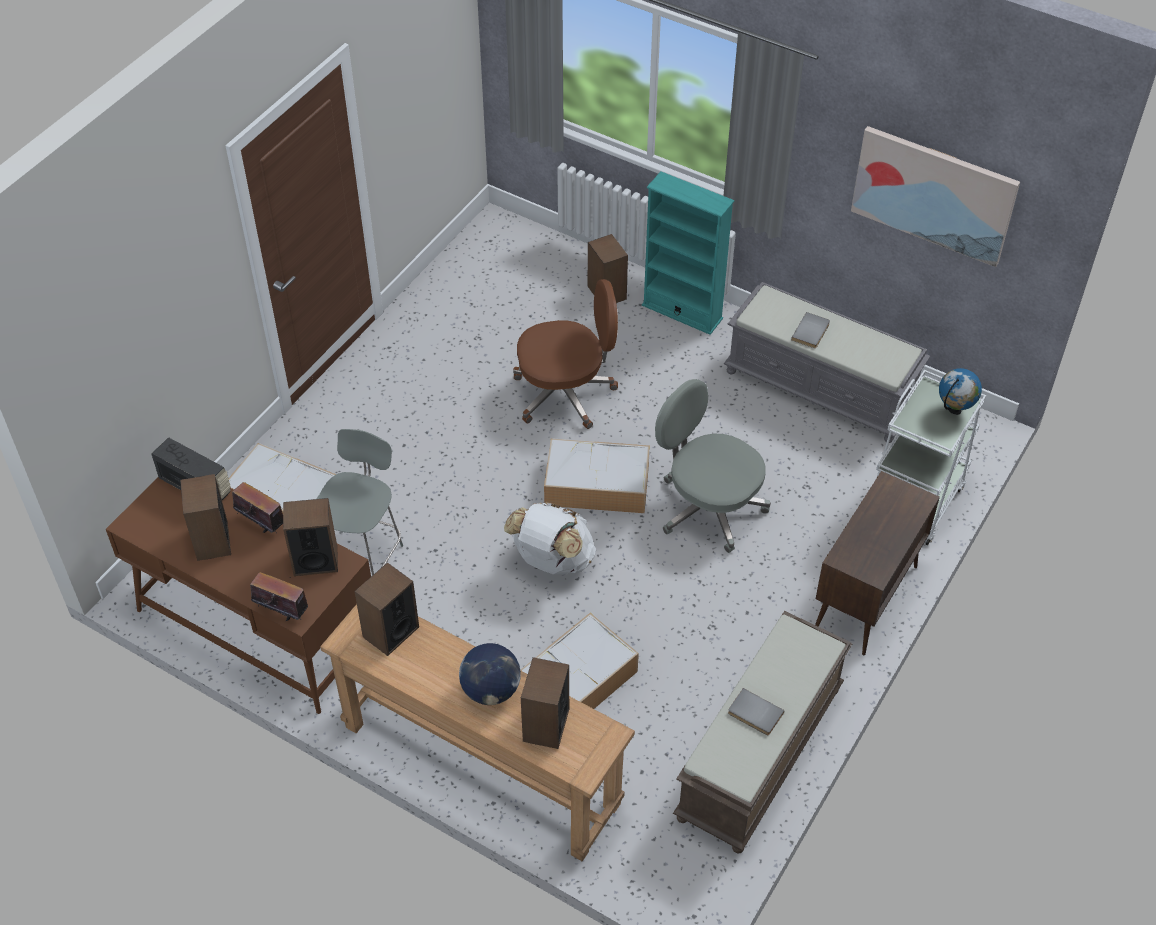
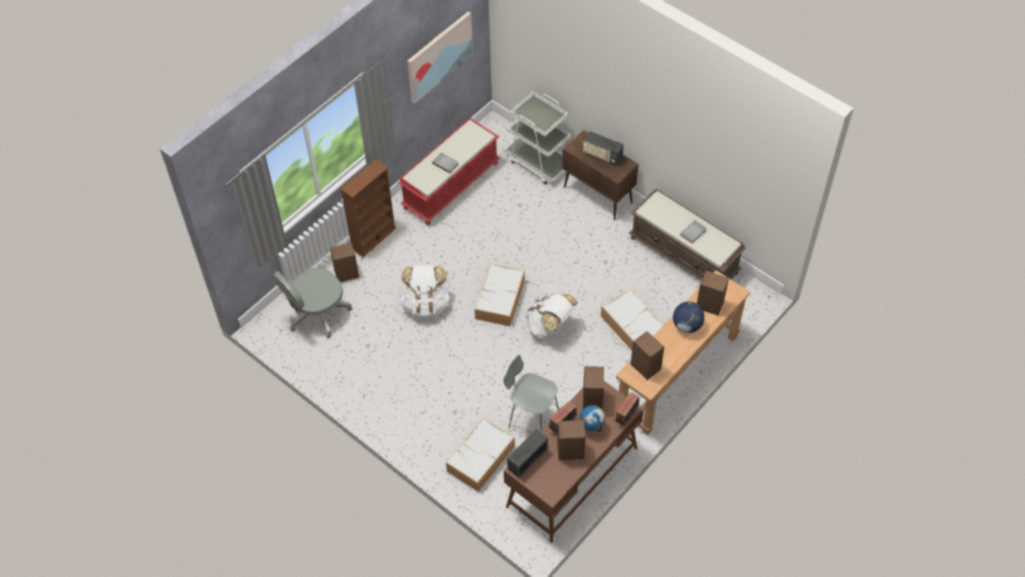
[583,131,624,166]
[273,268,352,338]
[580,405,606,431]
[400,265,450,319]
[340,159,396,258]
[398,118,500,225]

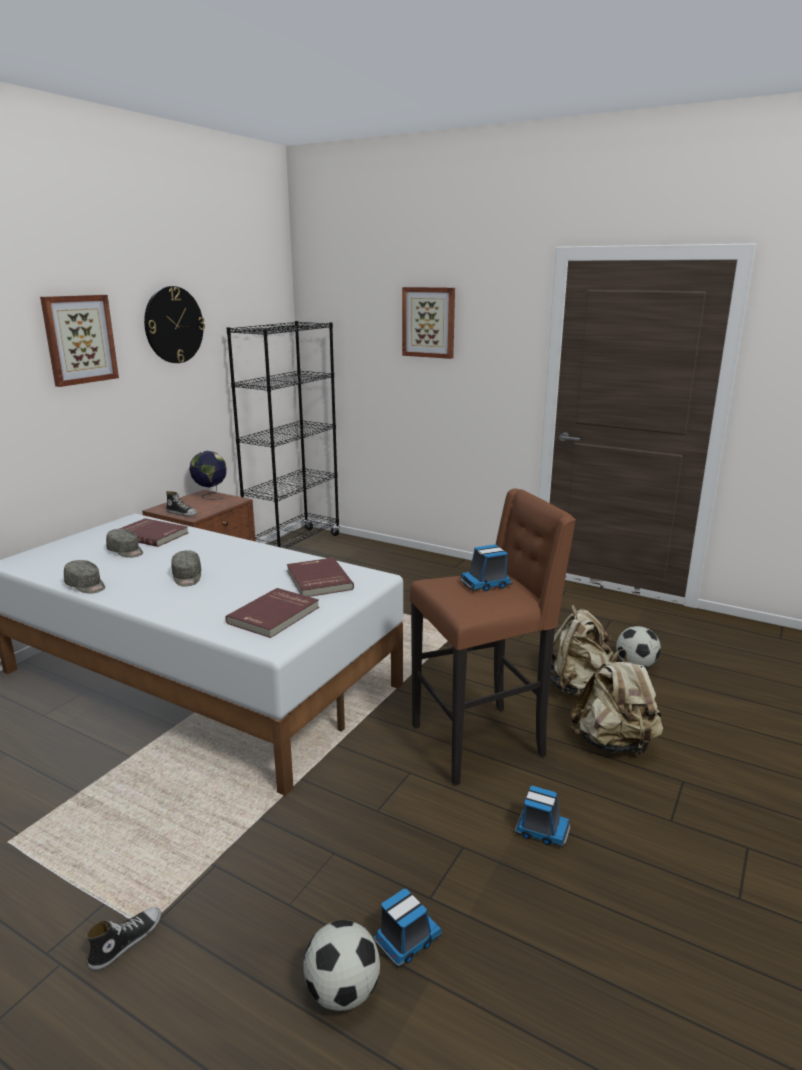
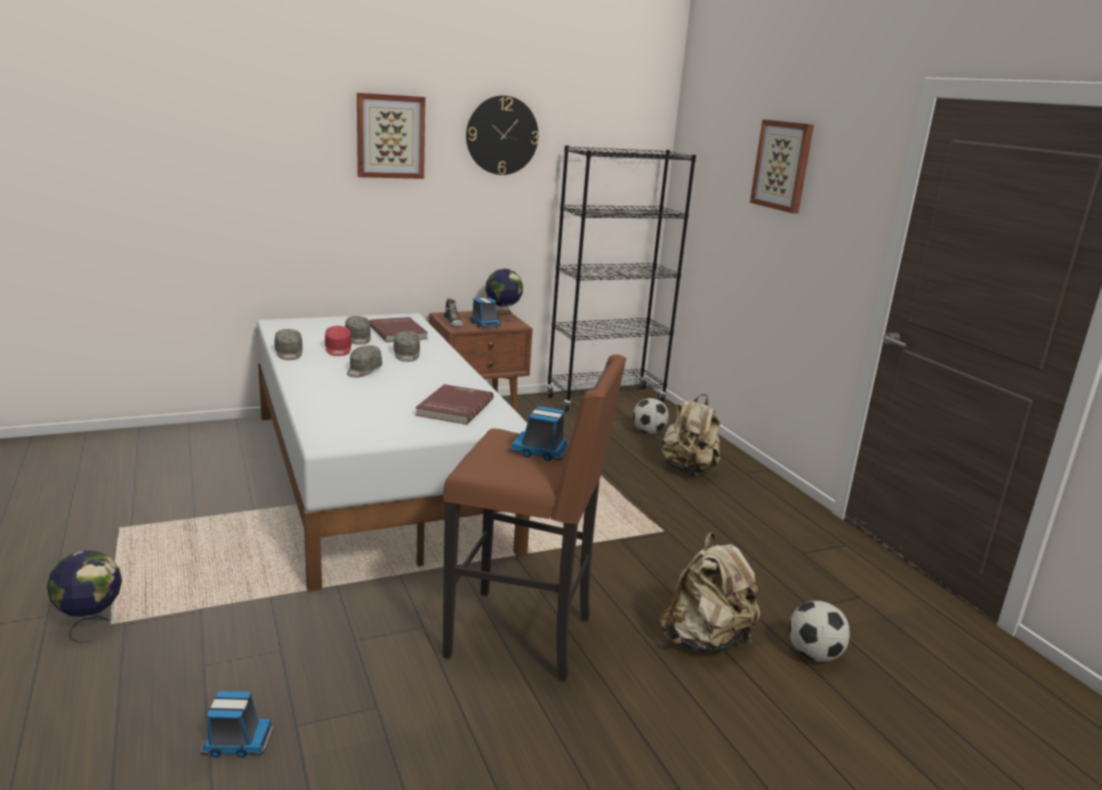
[225,588,319,638] (first image)
[325,326,352,356]
[394,331,420,362]
[633,398,669,434]
[469,297,501,328]
[661,394,721,476]
[47,550,122,643]

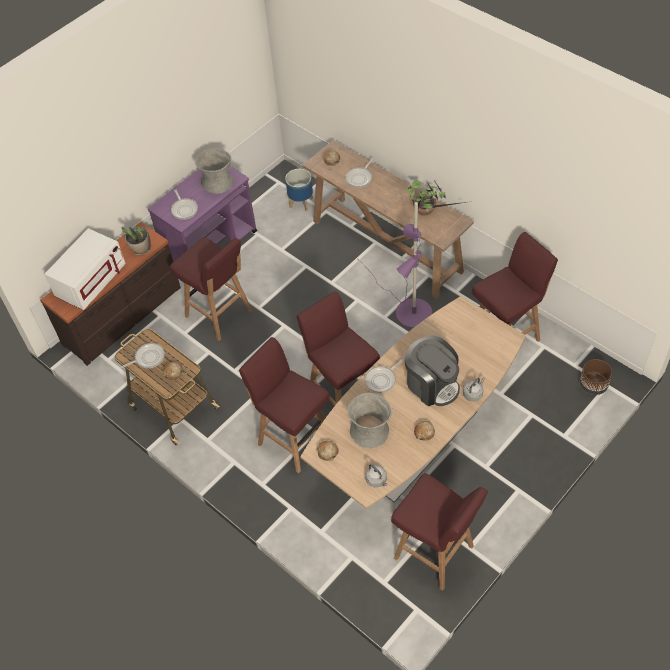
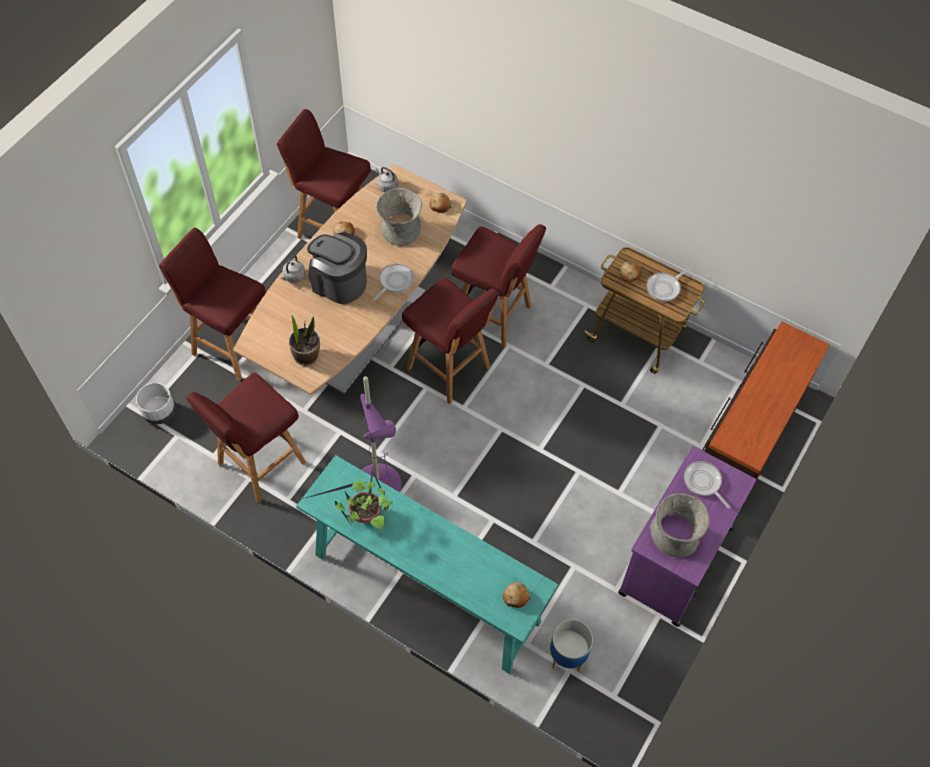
[45,228,126,310] (first image)
[345,159,373,188] (first image)
[289,315,320,365]
[159,227,266,381]
[296,455,558,674]
[136,383,175,424]

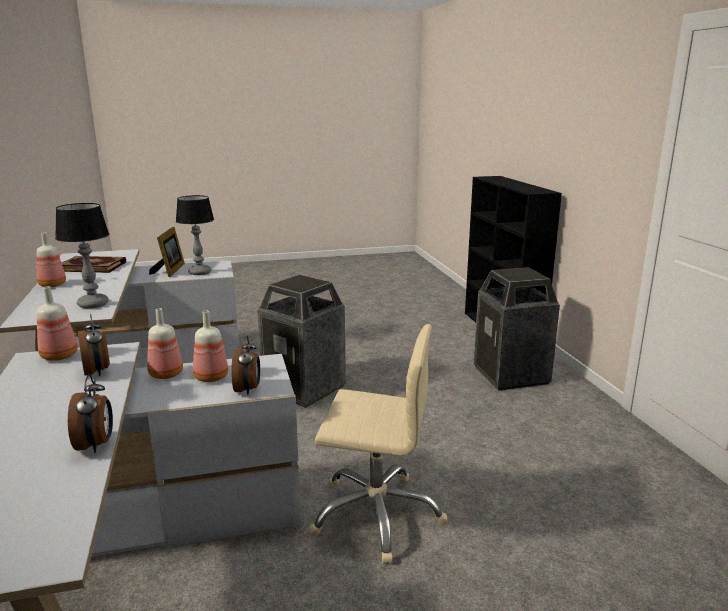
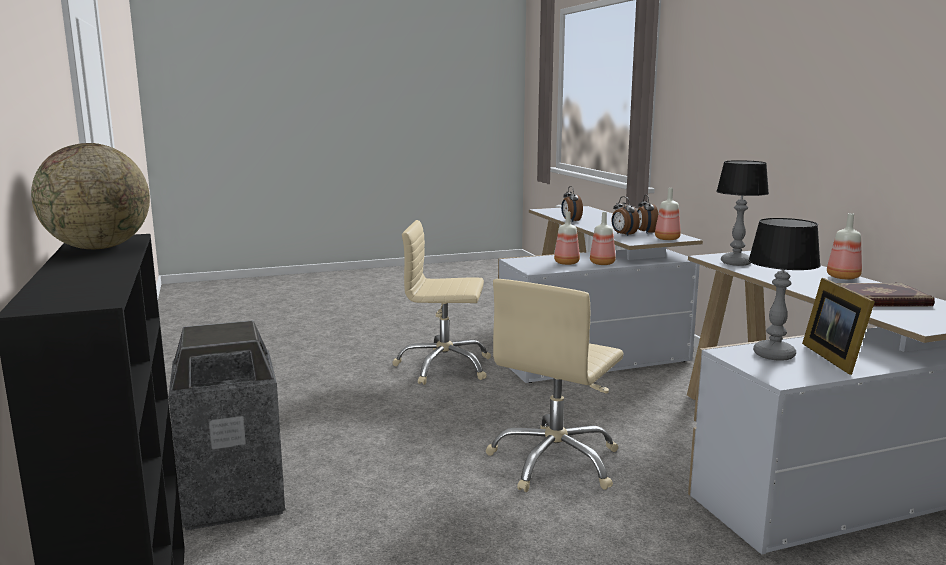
[31,143,150,249]
[637,195,658,234]
[486,279,624,492]

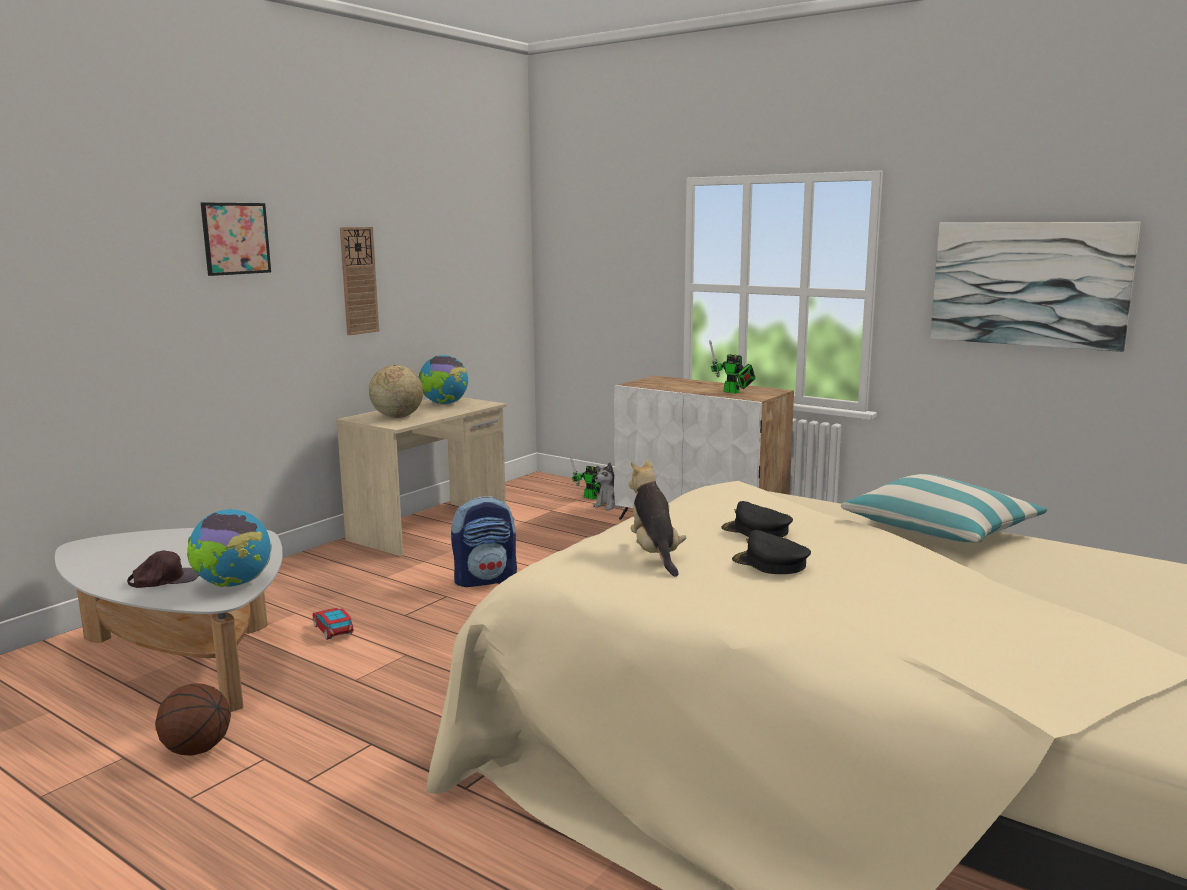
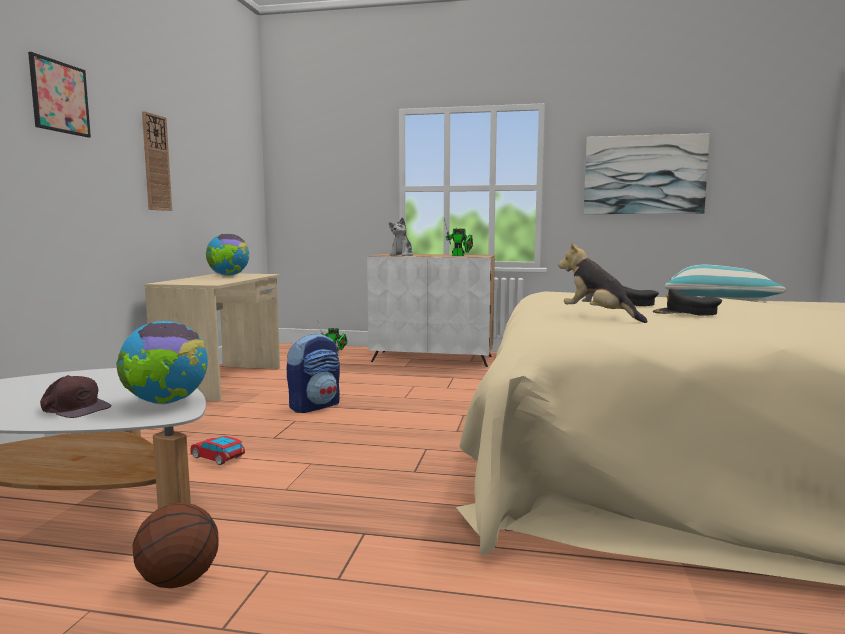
[369,365,423,418] (first image)
[389,217,414,256]
[40,375,112,418]

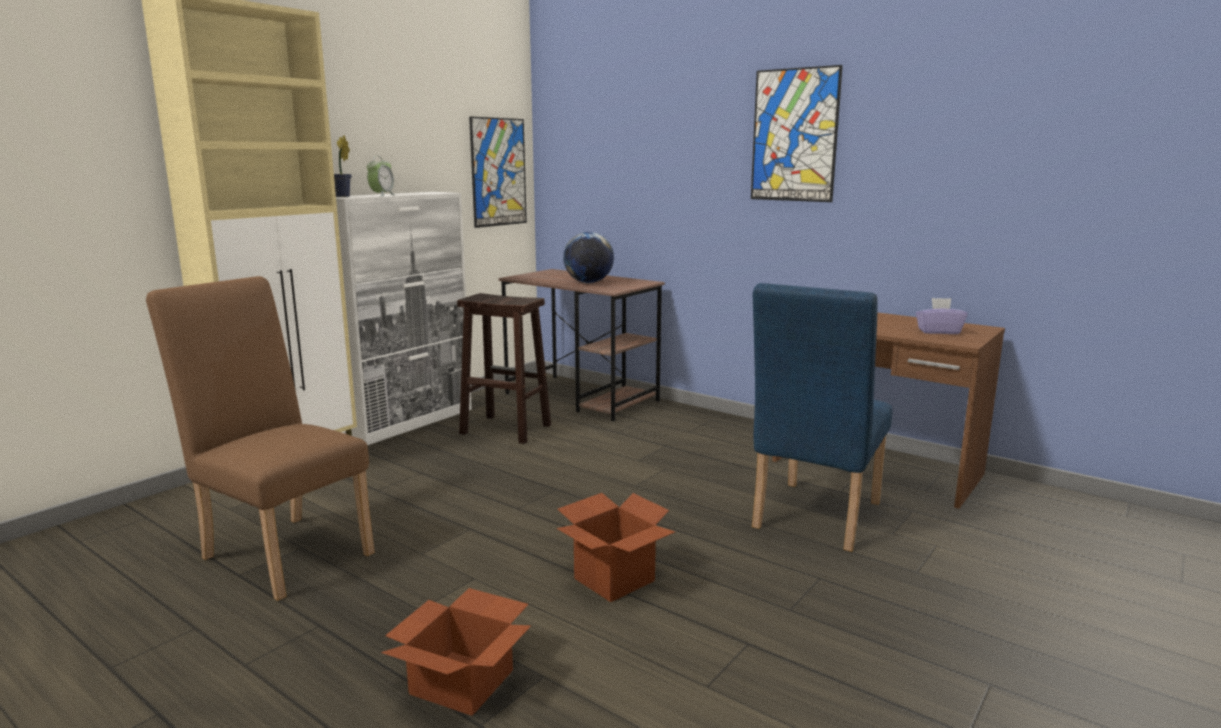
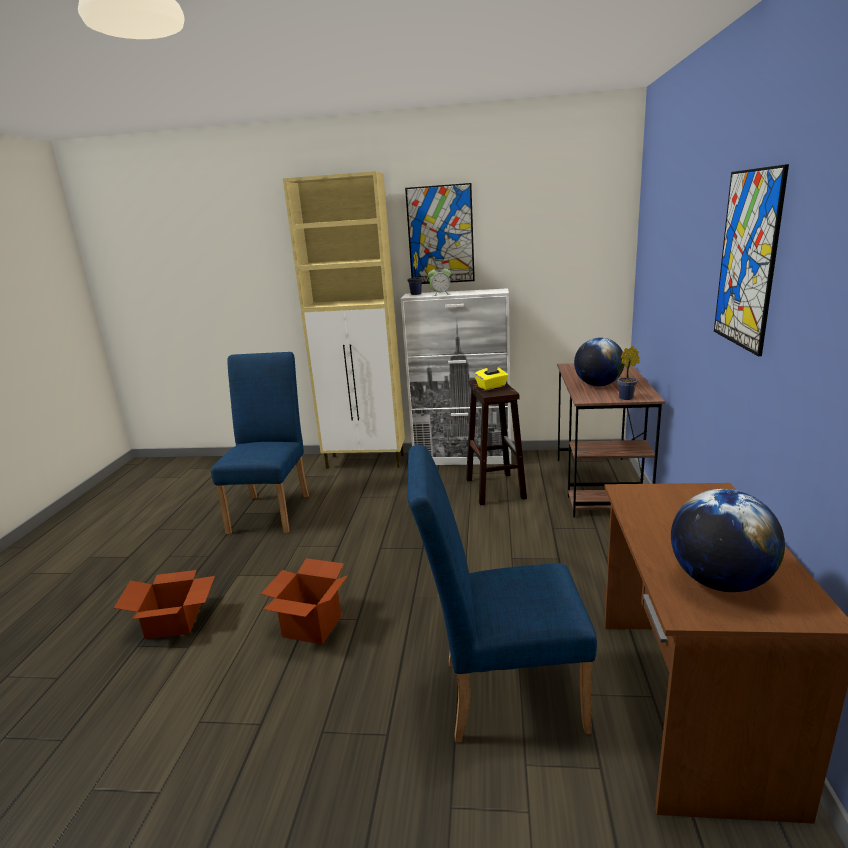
[475,364,509,390]
[617,346,640,400]
[405,183,475,284]
[671,489,785,592]
[211,352,309,534]

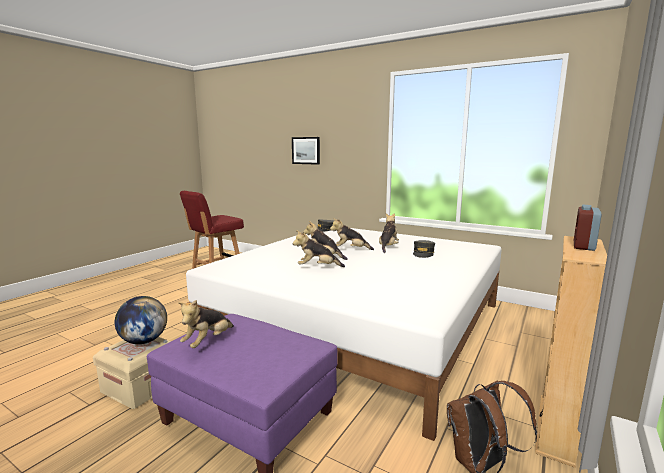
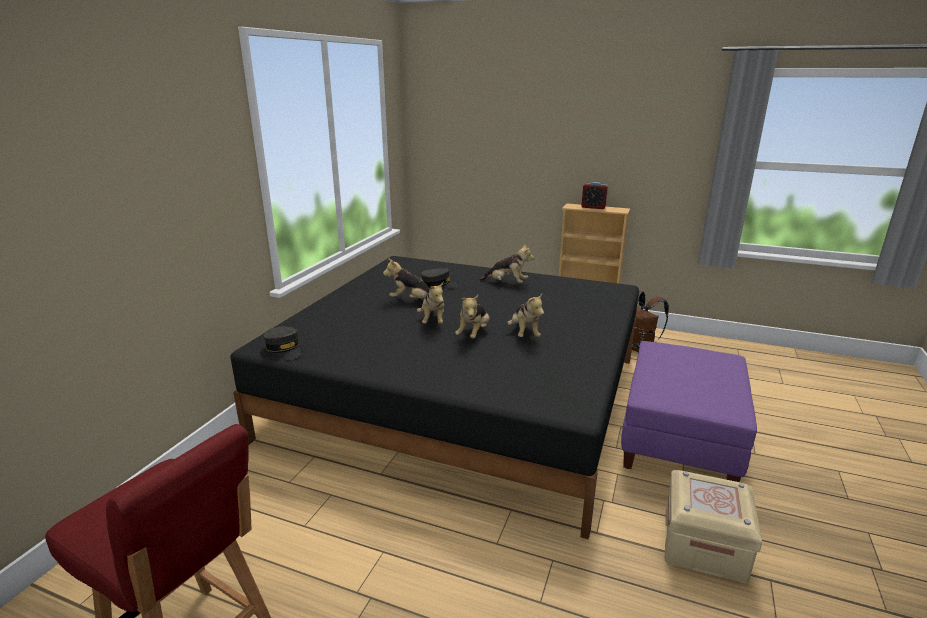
[115,296,167,344] (first image)
[292,137,320,165] (first image)
[479,243,534,283]
[230,256,639,540]

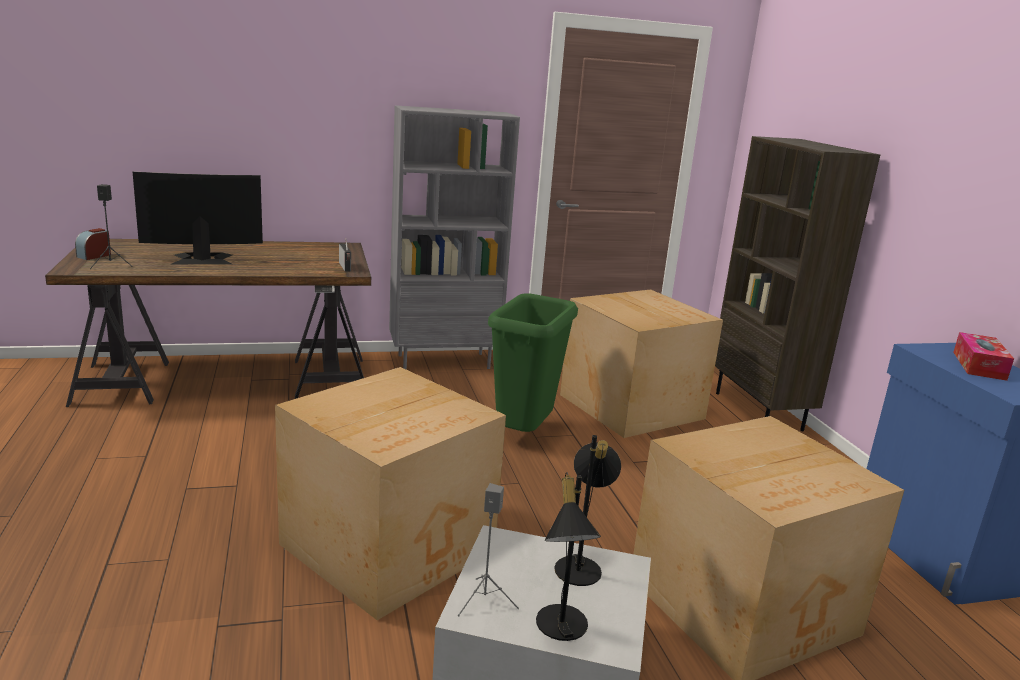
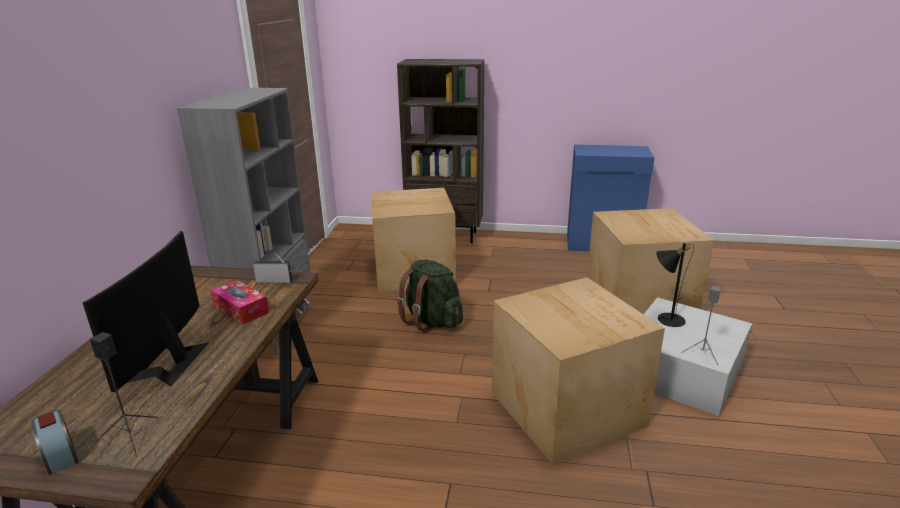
[536,472,601,641] (first image)
[210,280,269,325]
[397,260,463,332]

